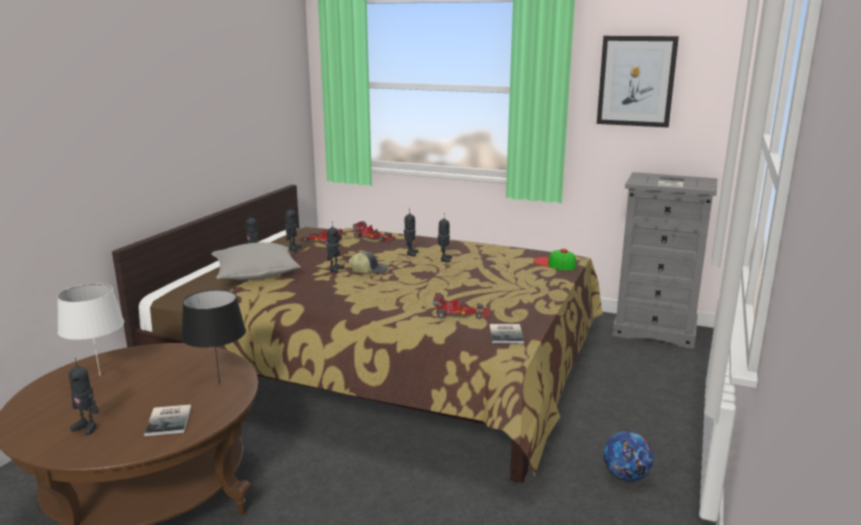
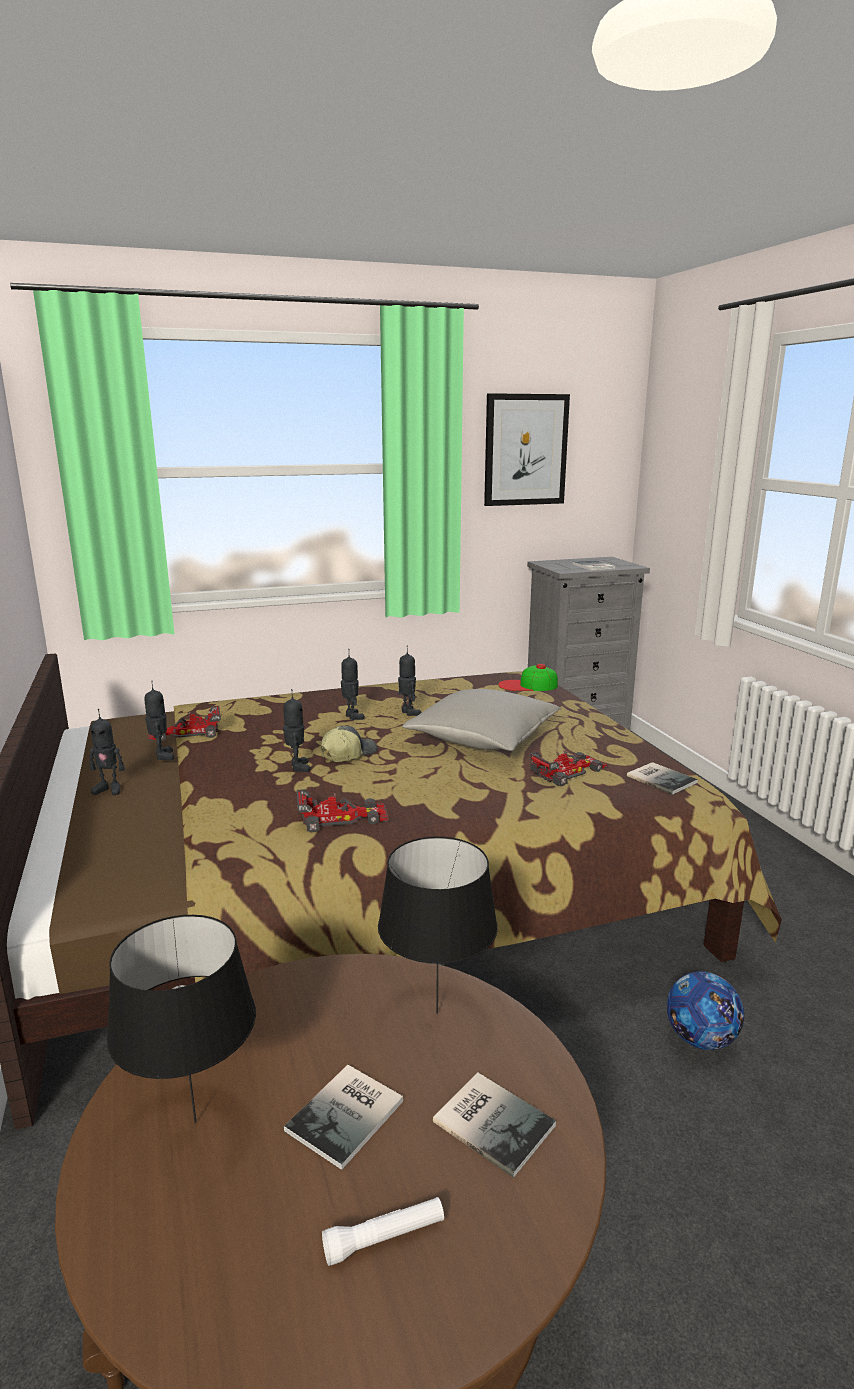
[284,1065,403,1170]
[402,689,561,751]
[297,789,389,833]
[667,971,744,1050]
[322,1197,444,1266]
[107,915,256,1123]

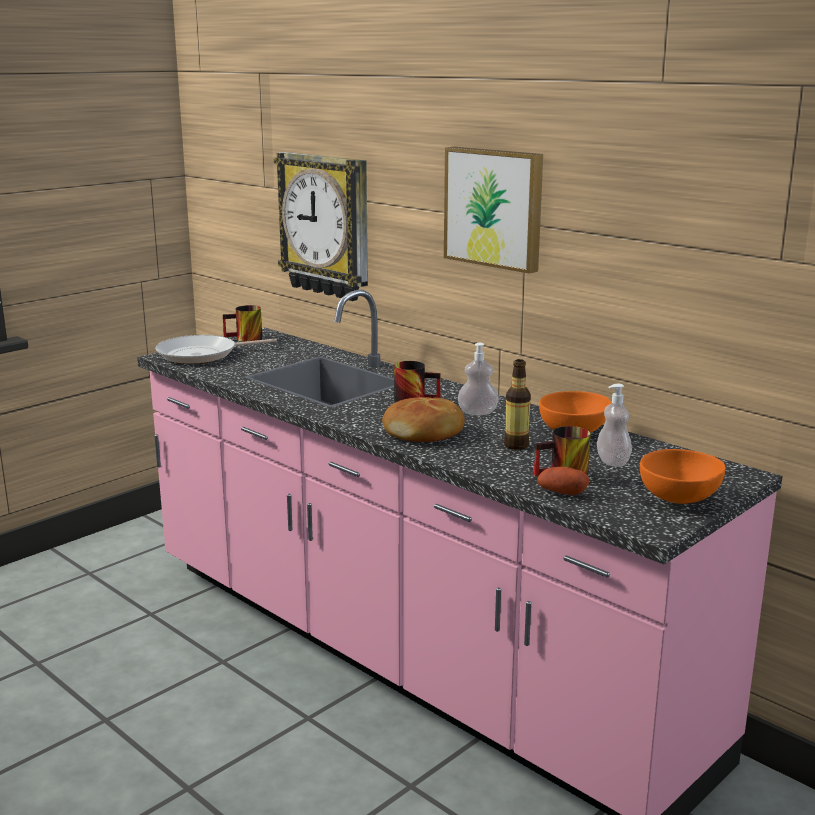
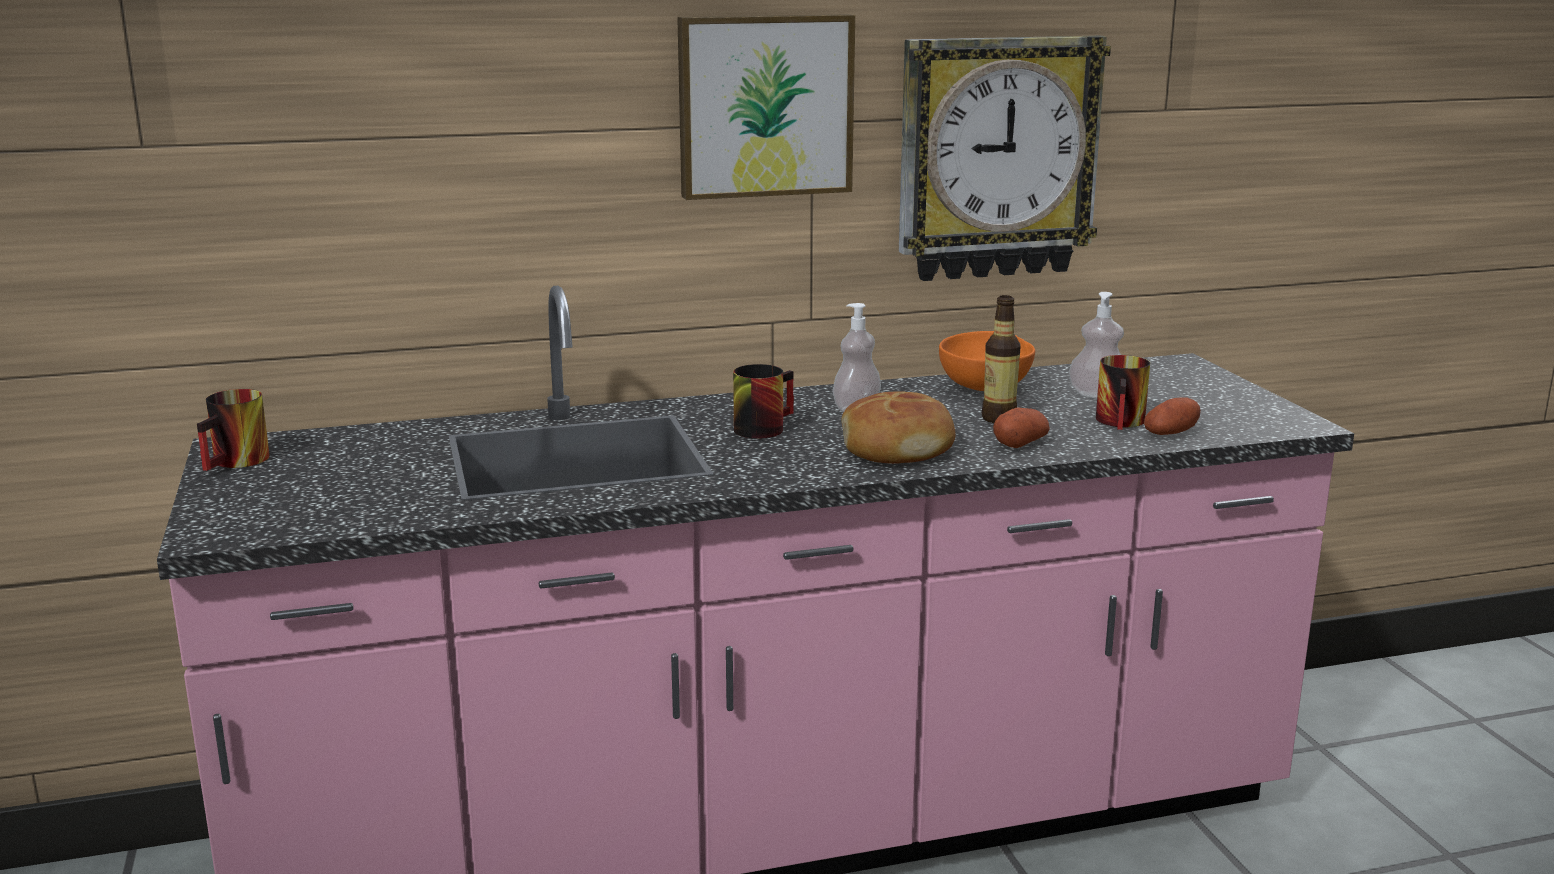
[155,335,277,364] (first image)
[640,449,726,504] (first image)
[993,407,1050,448]
[899,36,1111,281]

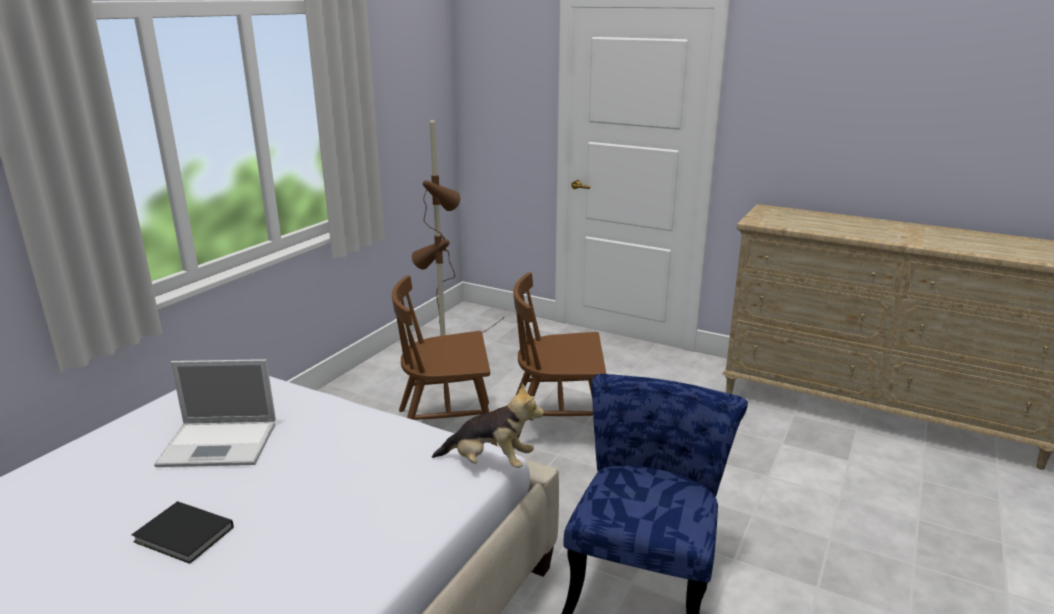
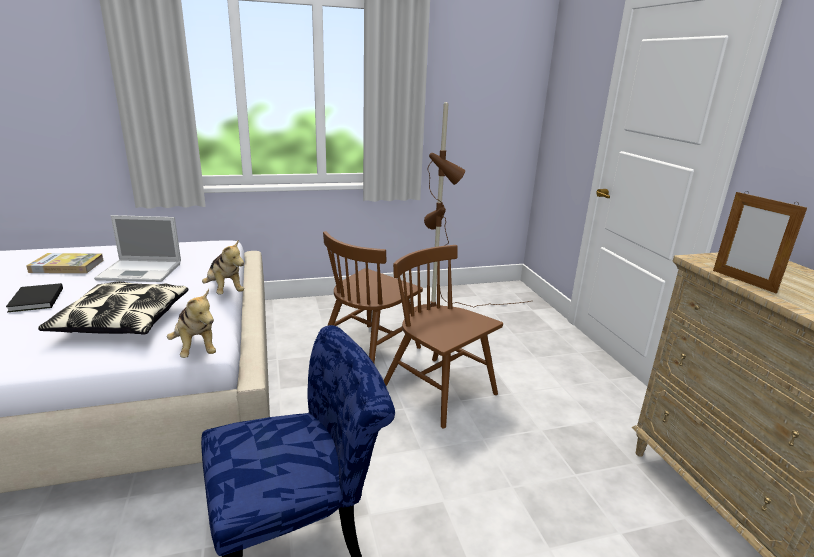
[26,253,104,273]
[38,281,189,335]
[202,240,244,295]
[713,191,807,294]
[94,215,181,282]
[323,231,423,363]

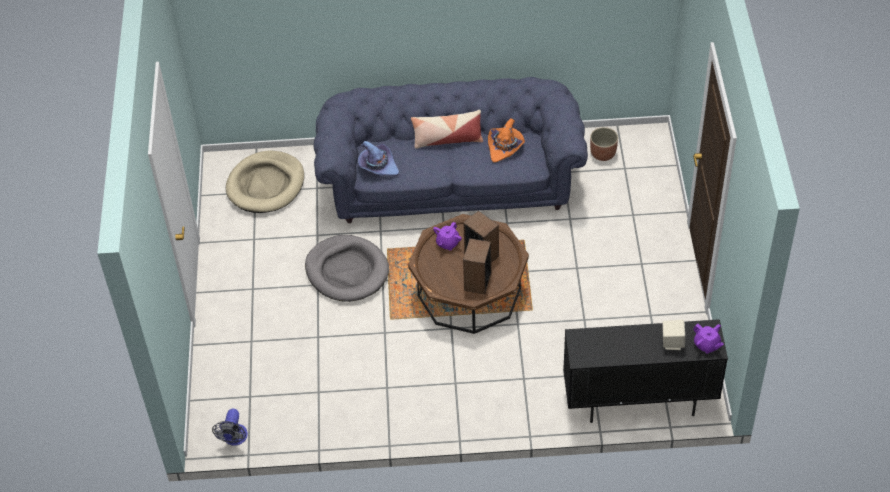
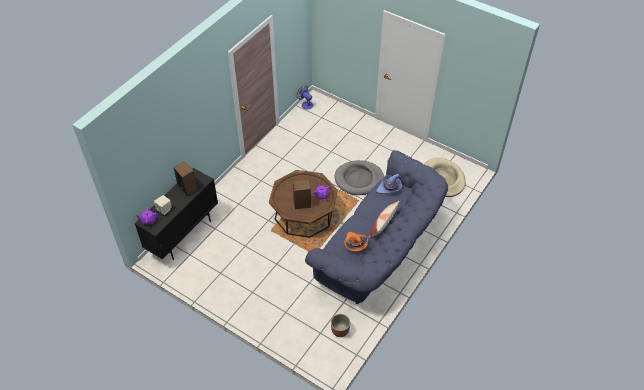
[173,161,198,196]

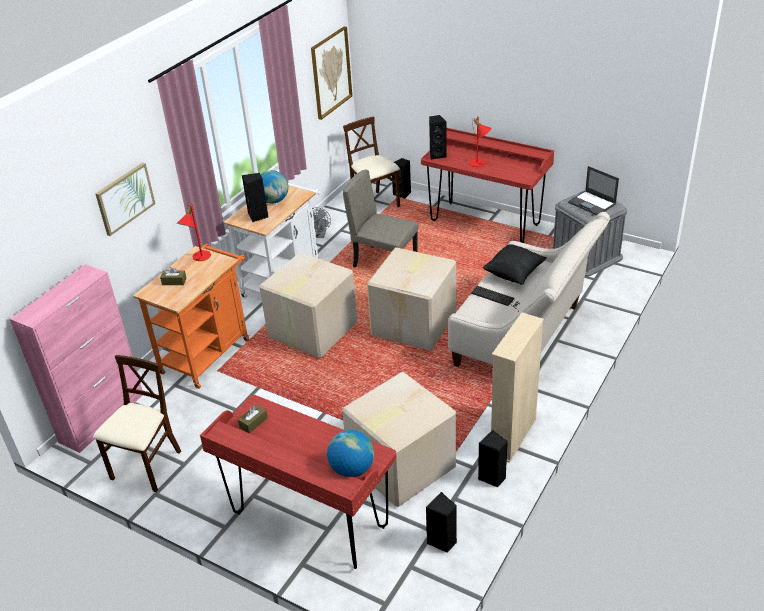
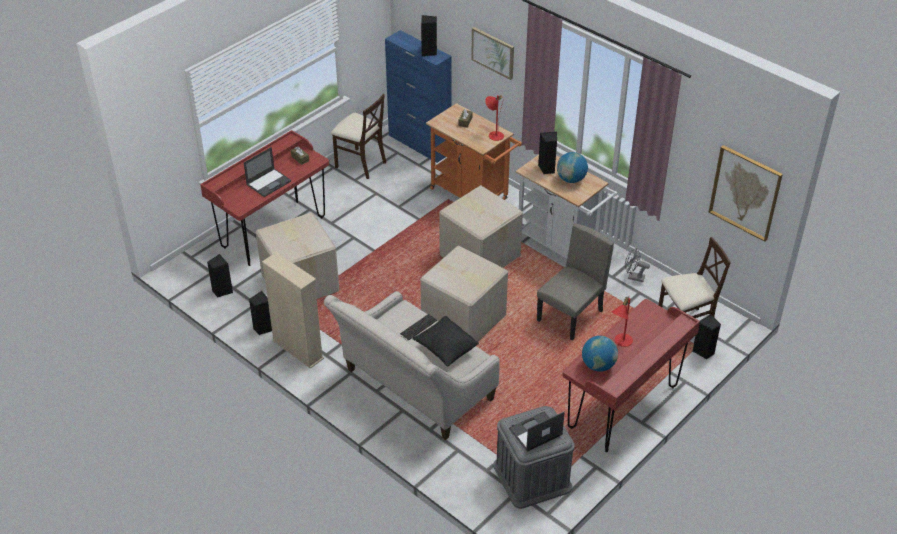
[244,147,291,197]
[582,336,618,372]
[421,15,437,57]
[385,30,452,163]

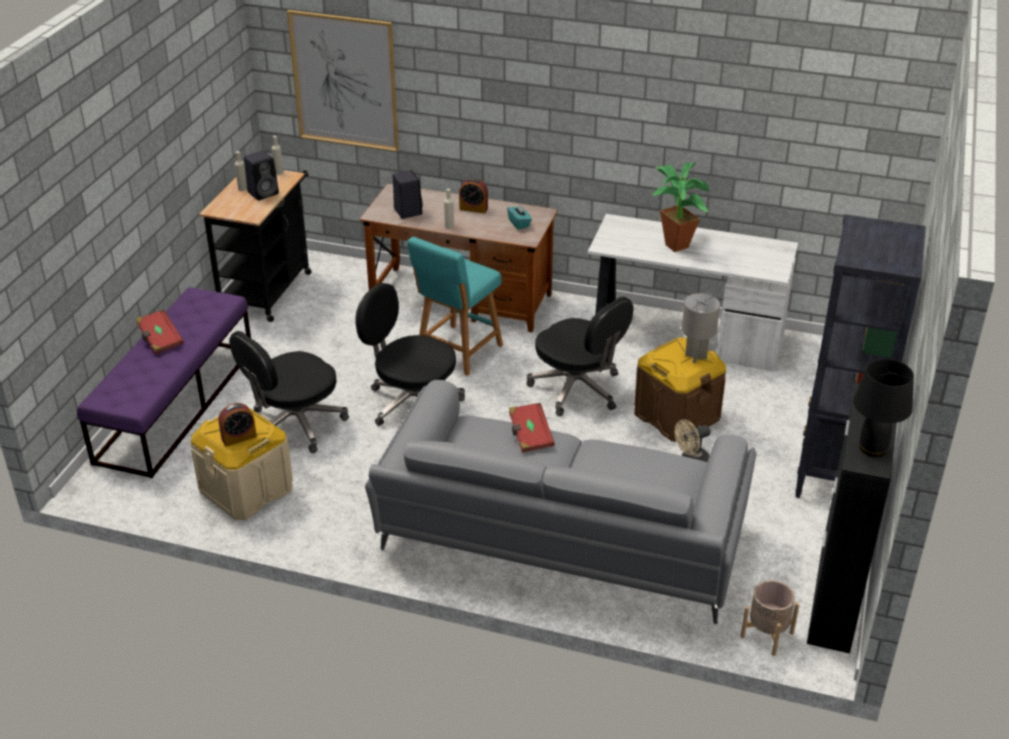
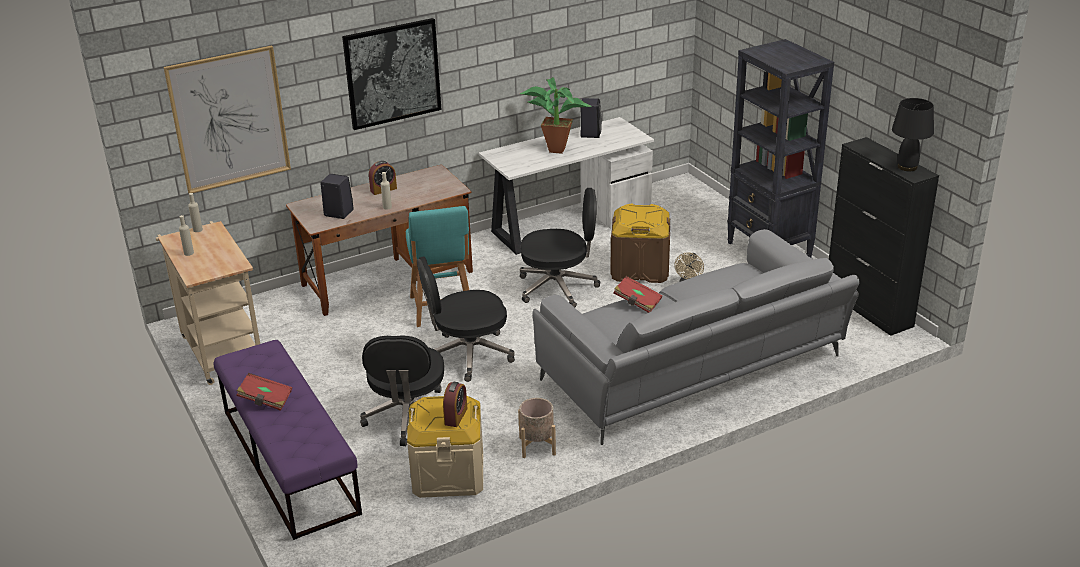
[507,203,532,229] (first image)
[681,293,720,363] (first image)
[342,18,442,130]
[580,98,602,138]
[518,398,556,458]
[156,221,260,385]

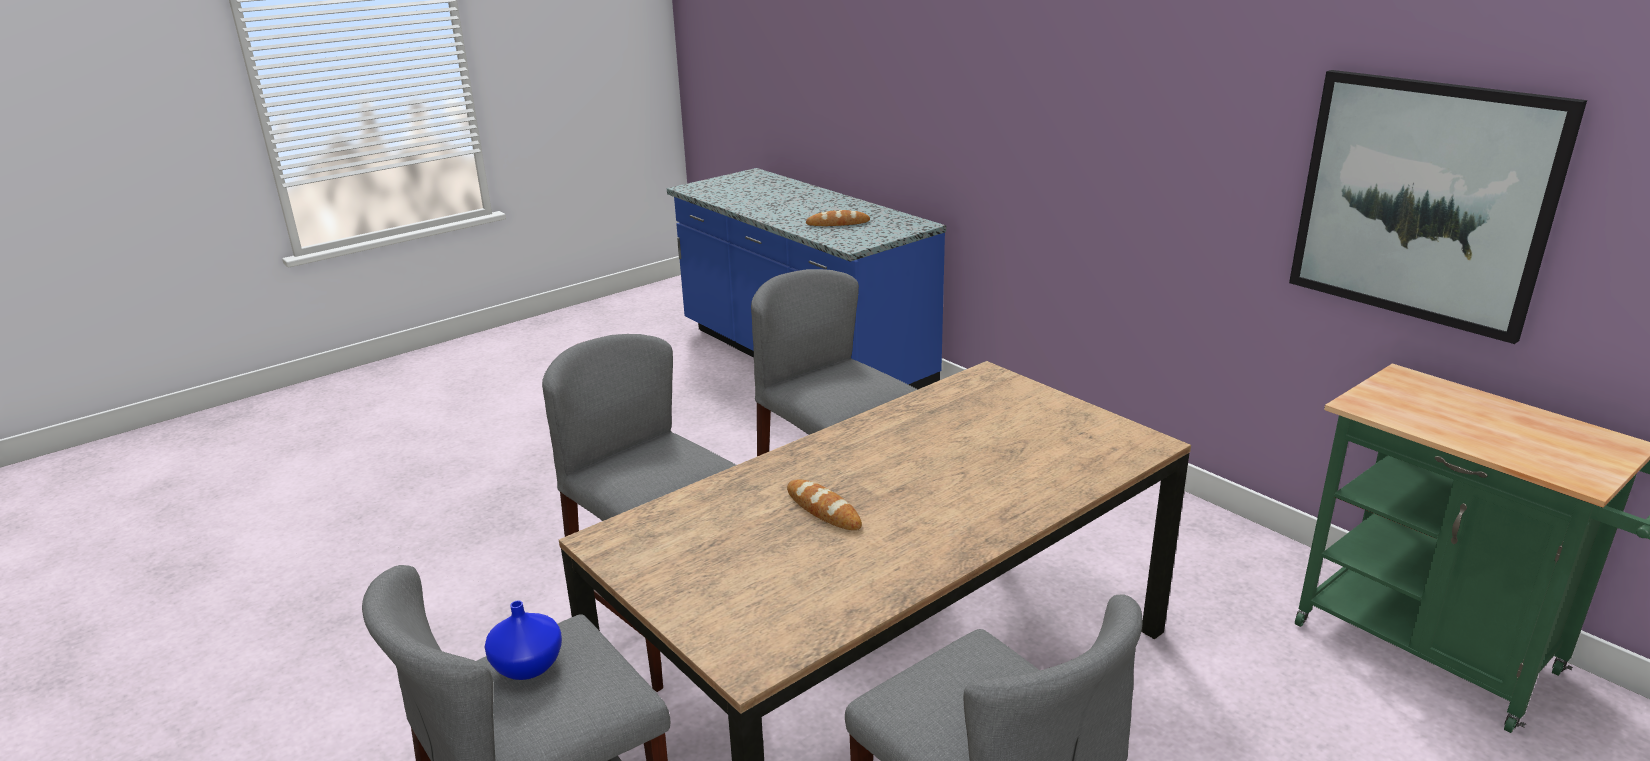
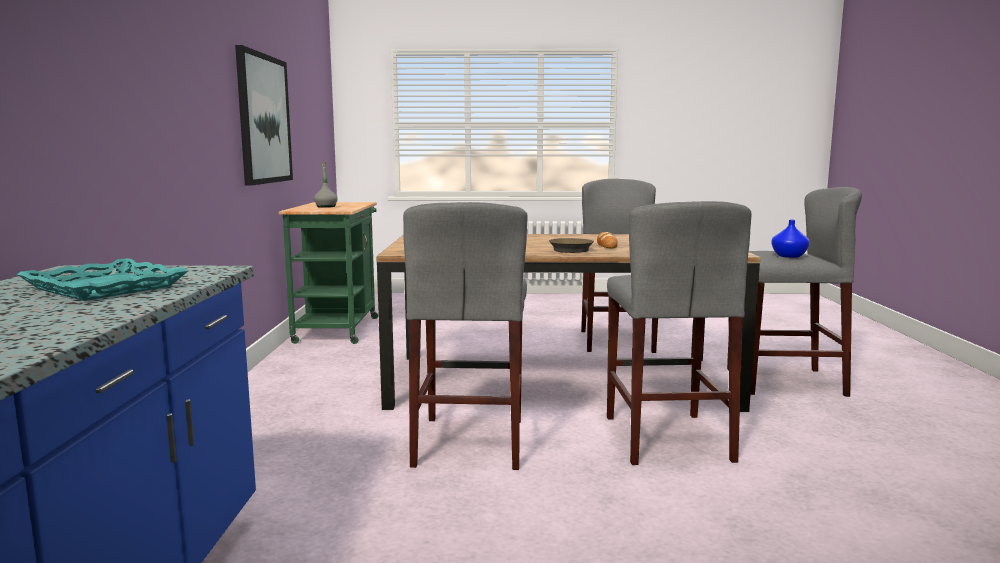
[314,162,338,208]
[549,238,594,253]
[17,258,189,301]

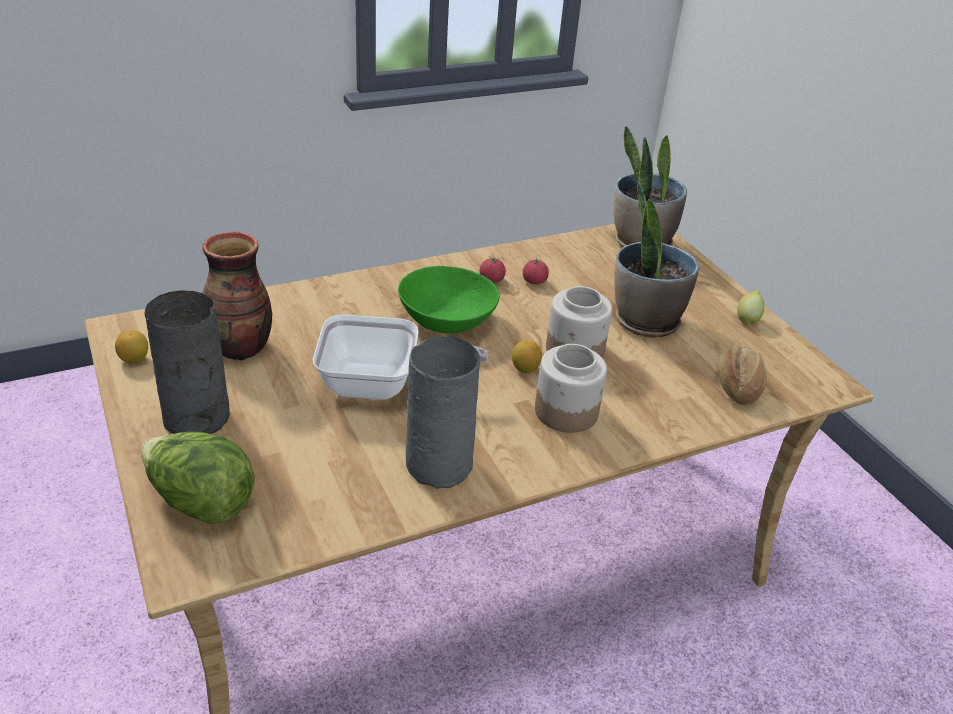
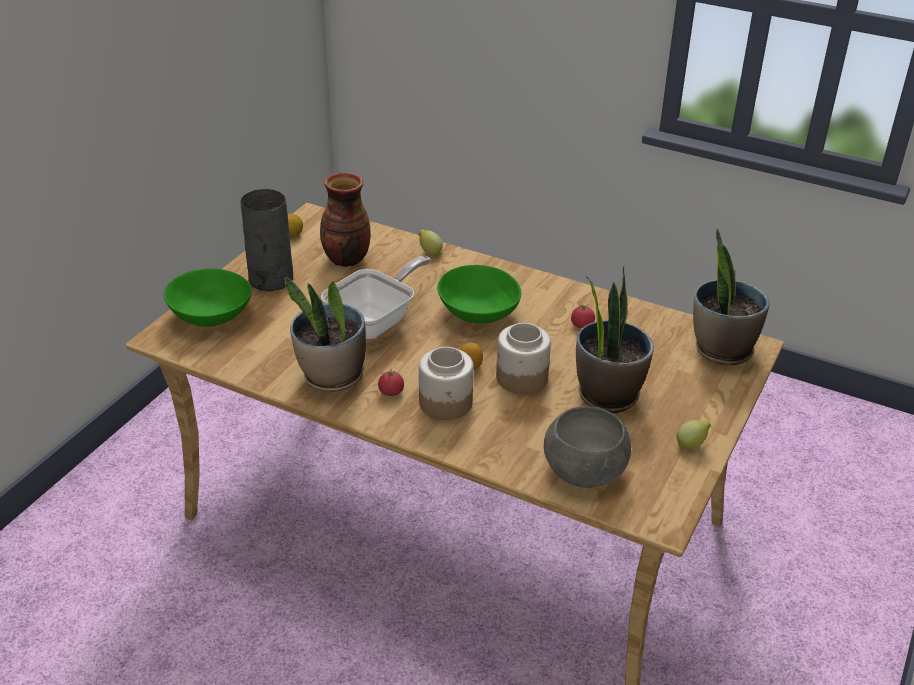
[419,230,443,255]
[378,368,404,396]
[164,268,252,327]
[285,277,366,392]
[544,406,631,488]
[321,256,431,339]

